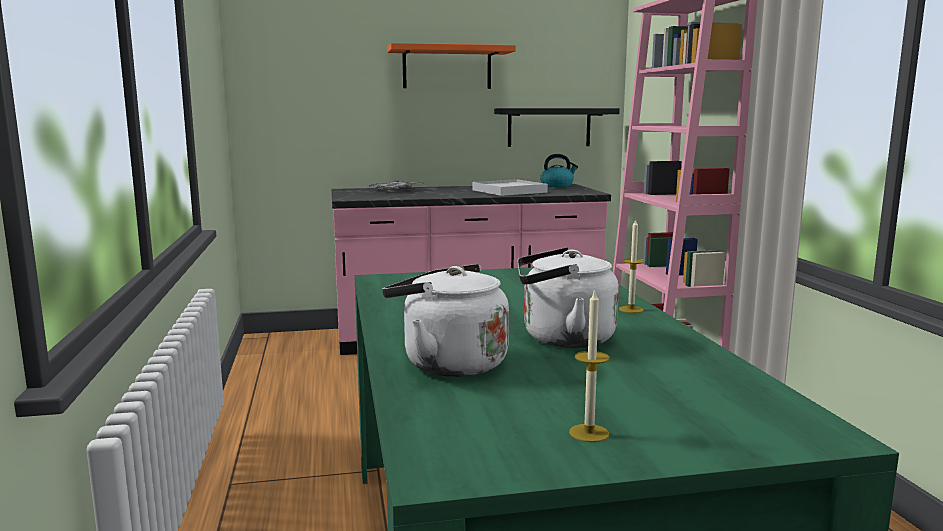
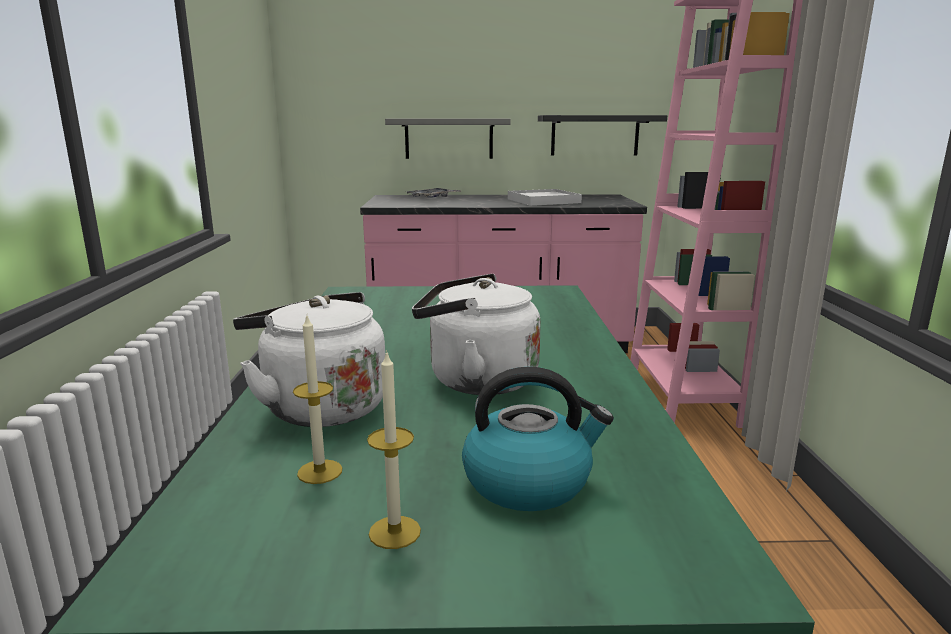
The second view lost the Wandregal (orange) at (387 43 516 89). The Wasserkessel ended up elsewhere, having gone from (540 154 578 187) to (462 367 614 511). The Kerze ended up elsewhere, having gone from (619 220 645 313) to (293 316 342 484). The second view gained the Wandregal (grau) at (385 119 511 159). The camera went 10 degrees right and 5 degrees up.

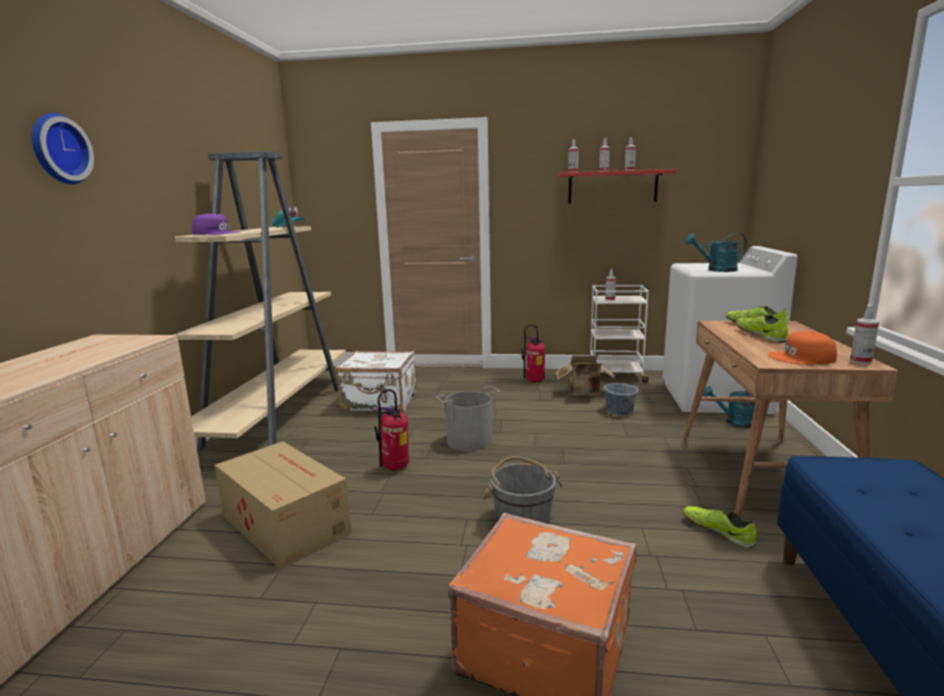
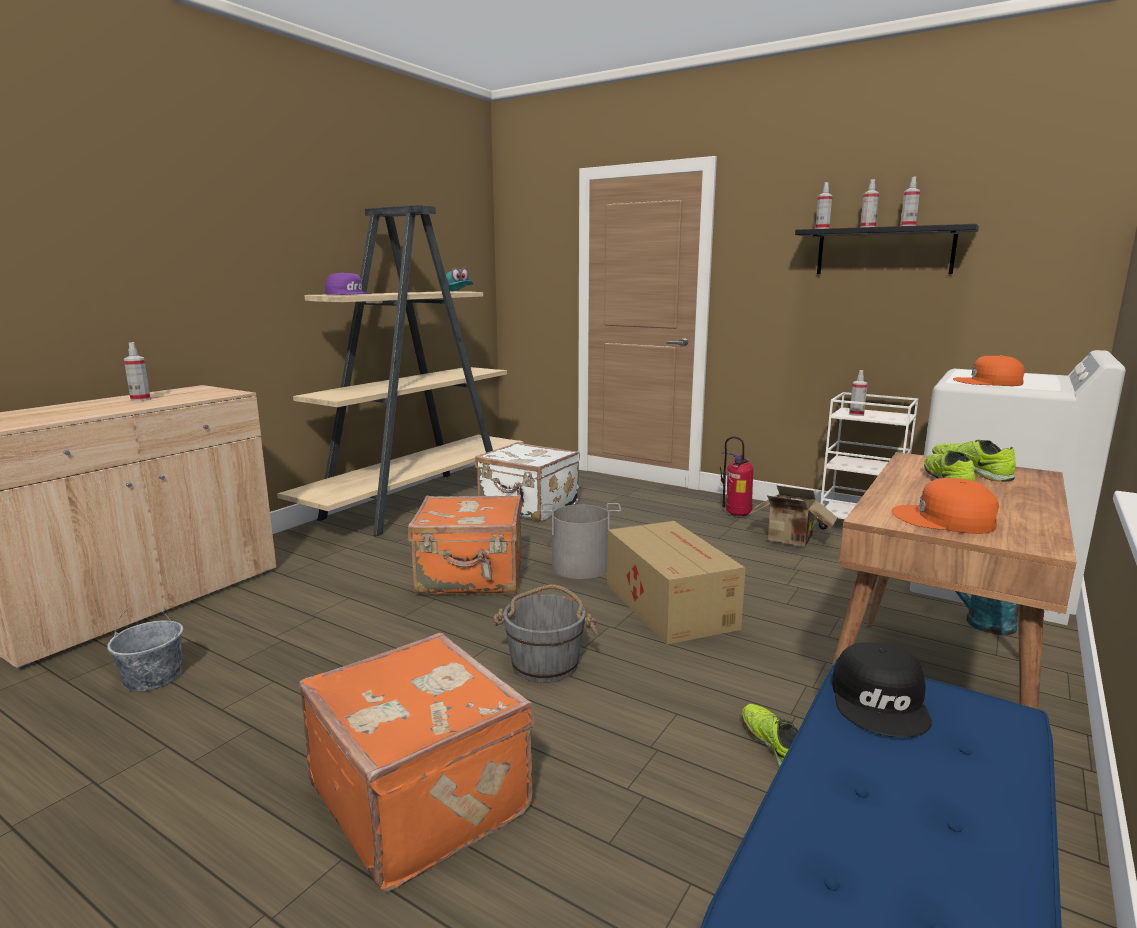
The second view lost the Wanduhr at (32 113 94 184). What was the Wandregal (rot) at (558 169 676 204) turned into the Wandregal (schwarz) at (795 224 979 274). Where the Gießkanne (türkis) stood at (685 233 747 272), the Kappe (orange) came to stand at (953 355 1025 386). The Sprühflasche ended up elsewhere, having gone from (850 304 879 364) to (124 342 151 401). The Eimer (grau) ended up elsewhere, having gone from (604 371 638 416) to (107 602 184 692). Where the Feuerlöscher stood at (371 389 409 471), the Koffer (orange) came to stand at (408 495 522 594). The Karton ended up elsewhere, having gone from (215 441 351 570) to (607 521 746 645). The second view gained the Kappe (schwarz) at (832 642 932 737). The camera went 25 degrees right and 0 degrees up.

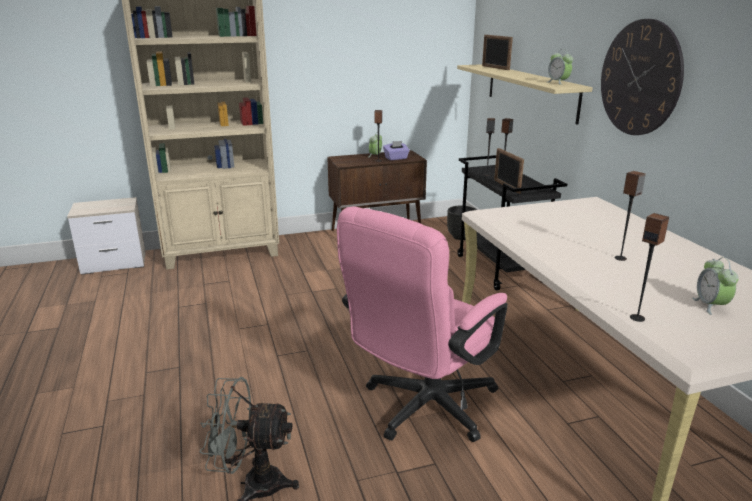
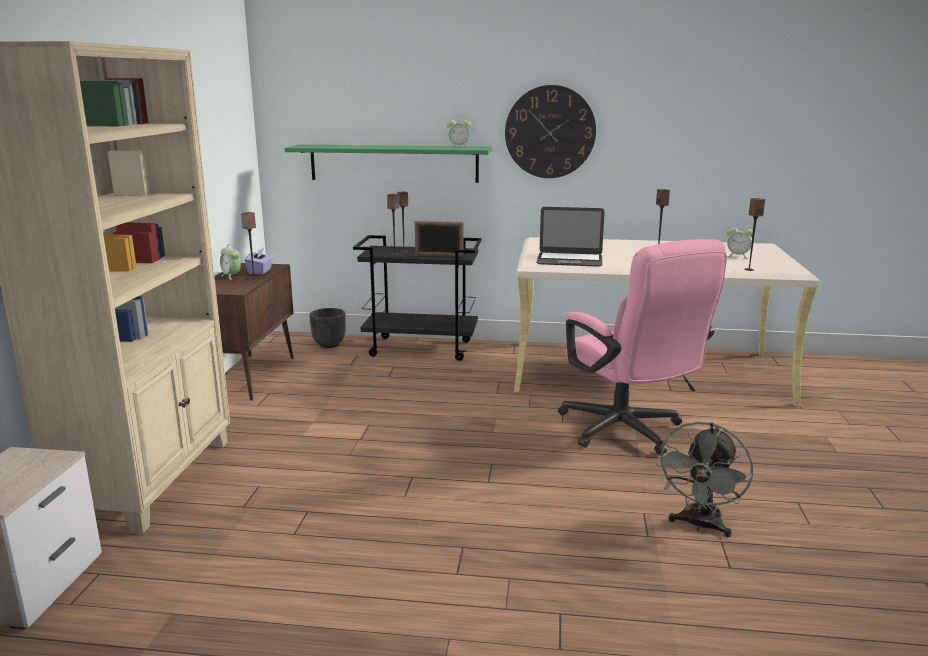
The second view lost the Bilderrahmen at (482 35 513 70). What was the Wandregal (beige) at (457 64 593 125) turned into the Wandregal (grün) at (285 145 492 183). The second view gained the Laptop at (536 207 605 267). The camera went 65 degrees left and 5 degrees down.

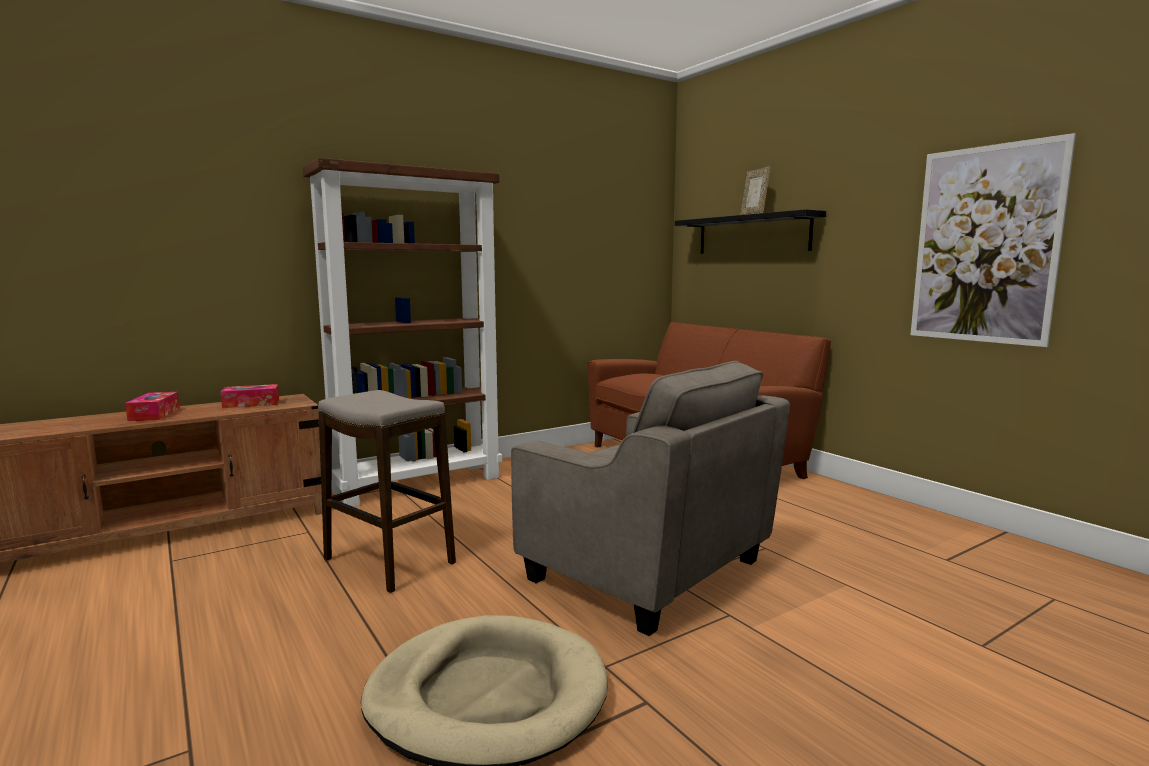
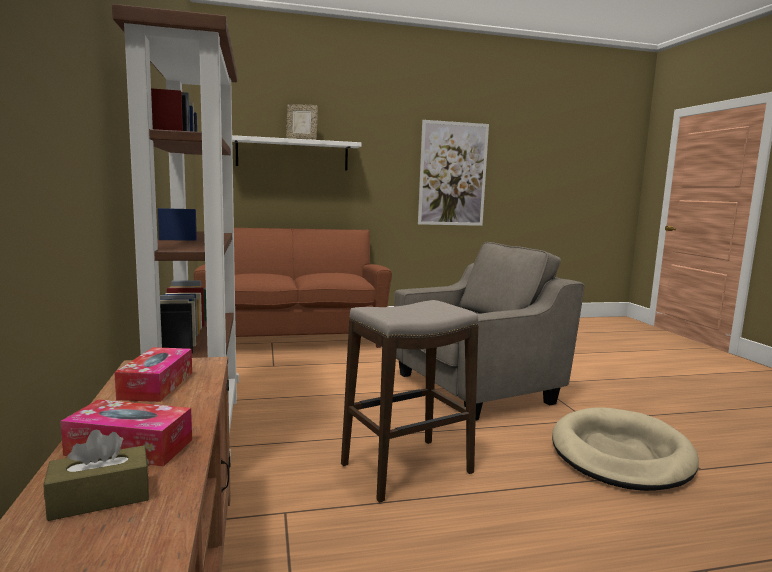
What was the Wandregal (schwarz) at (675 209 826 254) turned into the Wandregal (weiß) at (232 135 361 171). The second view gained the Taschentuchbox (braun) at (44 429 149 521). The camera went 70 degrees left and 0 degrees up.

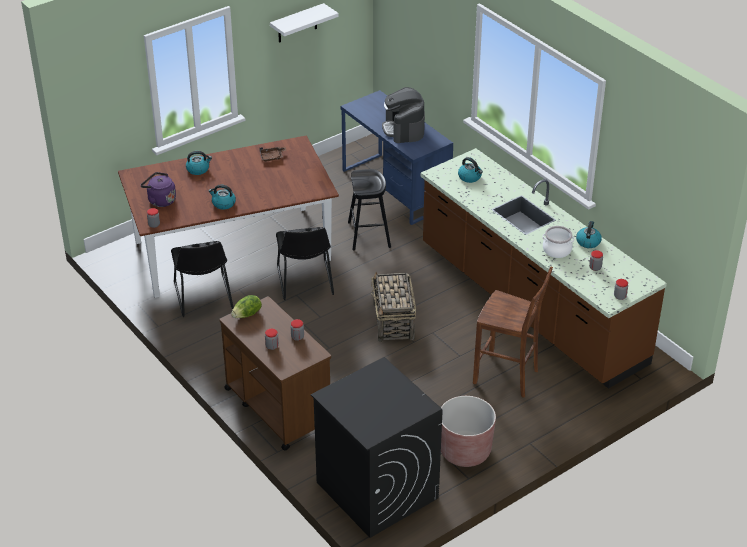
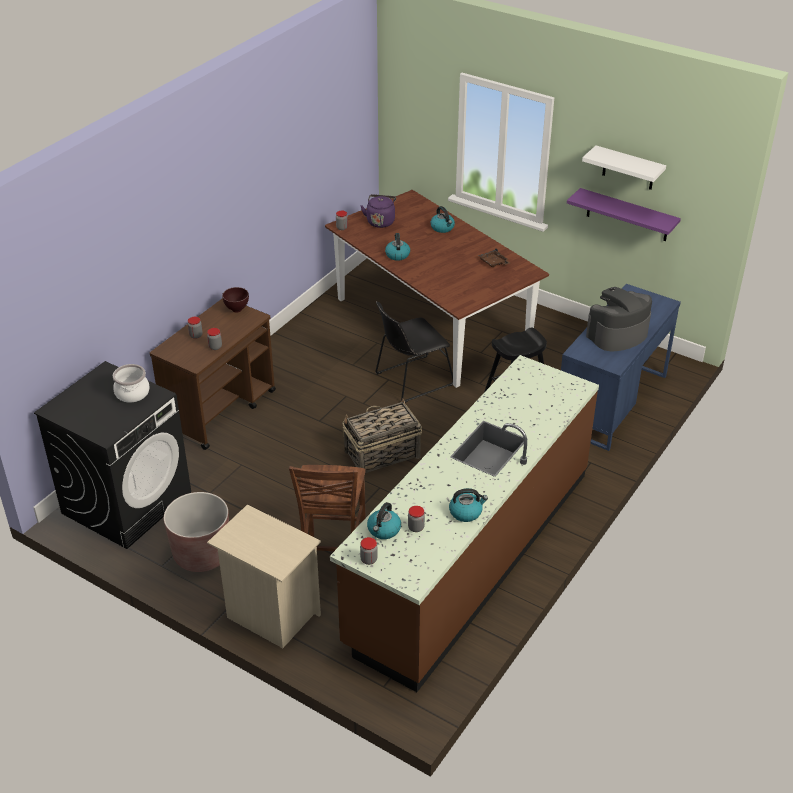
The Wasserkessel ended up elsewhere, having gone from (458 157 483 183) to (367 502 401 539). The Kochtopf ended up elsewhere, having gone from (542 226 574 258) to (113 364 150 403). The second view lost the Stuhl (schwarz) at (171 241 234 317). Where the Salatkopf stood at (231 295 262 318), the Schüssel (braun) came to stand at (222 287 249 313). The second view gained the Wandregal (lila) at (567 188 681 241). The second view gained the Nachttisch (beige) at (207 504 321 648). The camera went 70 degrees right and 0 degrees up.

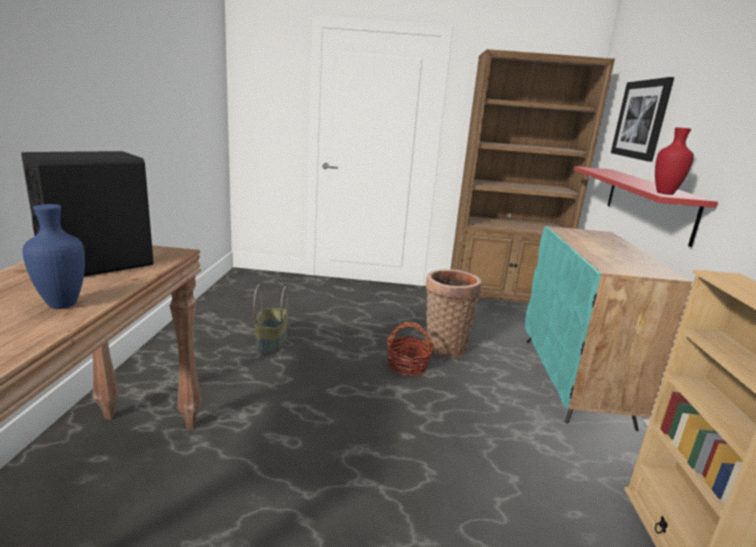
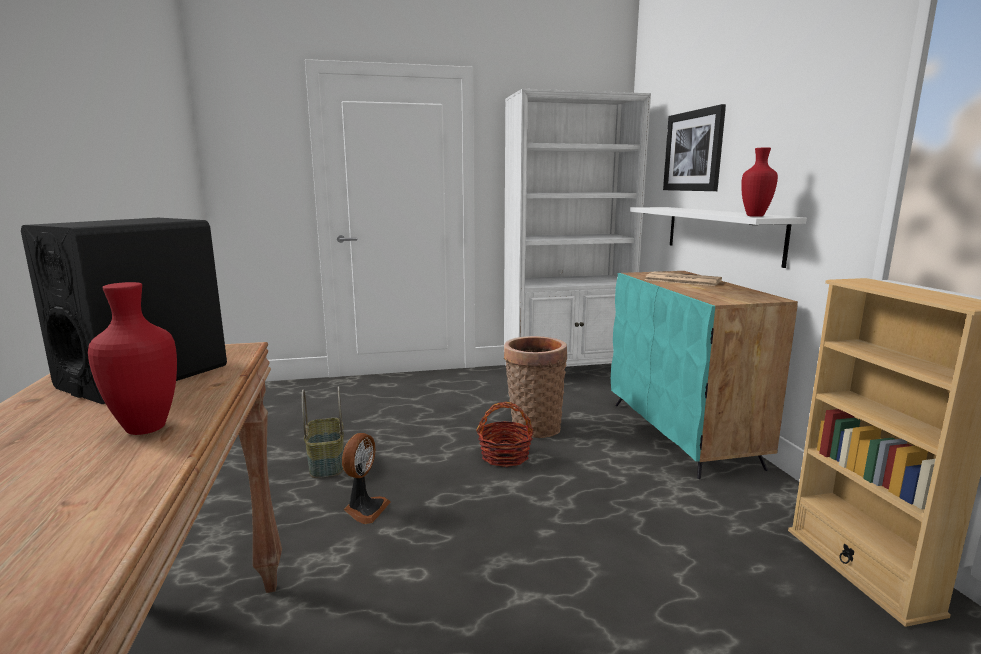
What was the Bücherregal (braun) at (451 49 615 303) turned into the Bücherregal (weiß) at (504 89 651 367). What was the Wandregal (rot) at (574 166 718 247) turned into the Wandregal (weiß) at (630 207 807 268). What was the Vase (blau) at (22 204 85 309) turned into the Vase (rot) at (88 282 177 435). The second view gained the Zeitung at (645 272 722 286). The second view gained the Ventilator at (342 433 391 524). The camera went 15 degrees left and 5 degrees down.

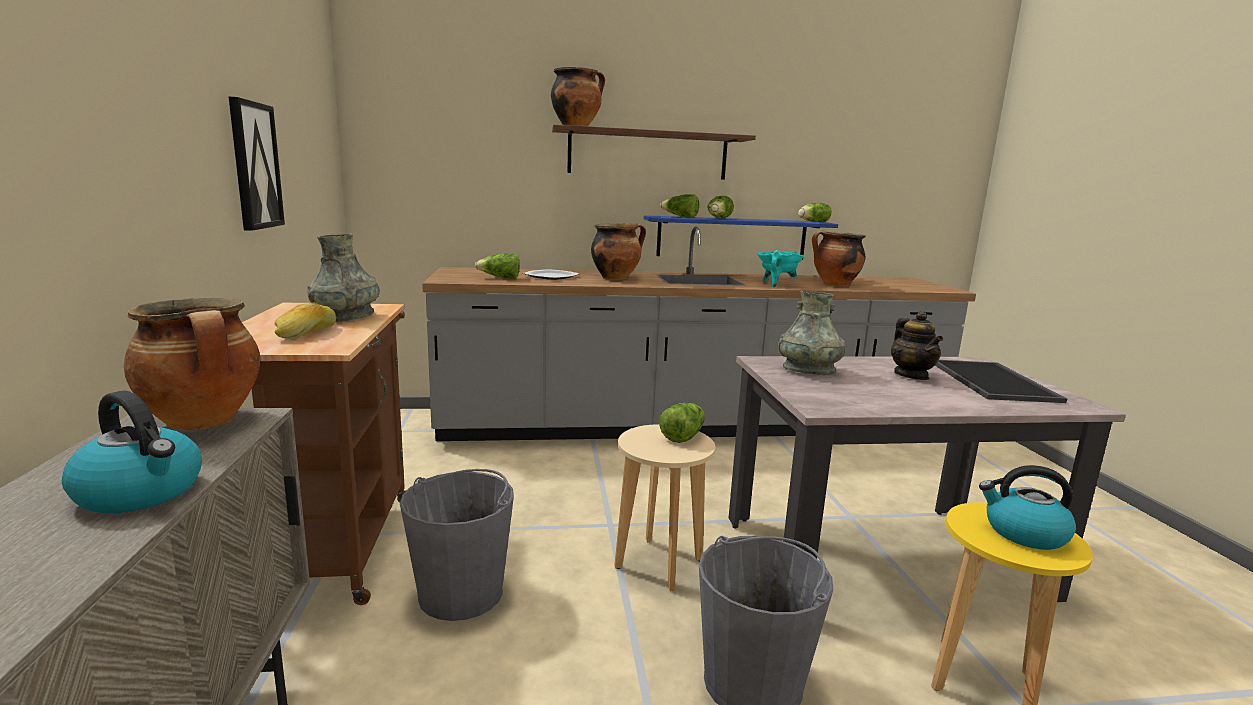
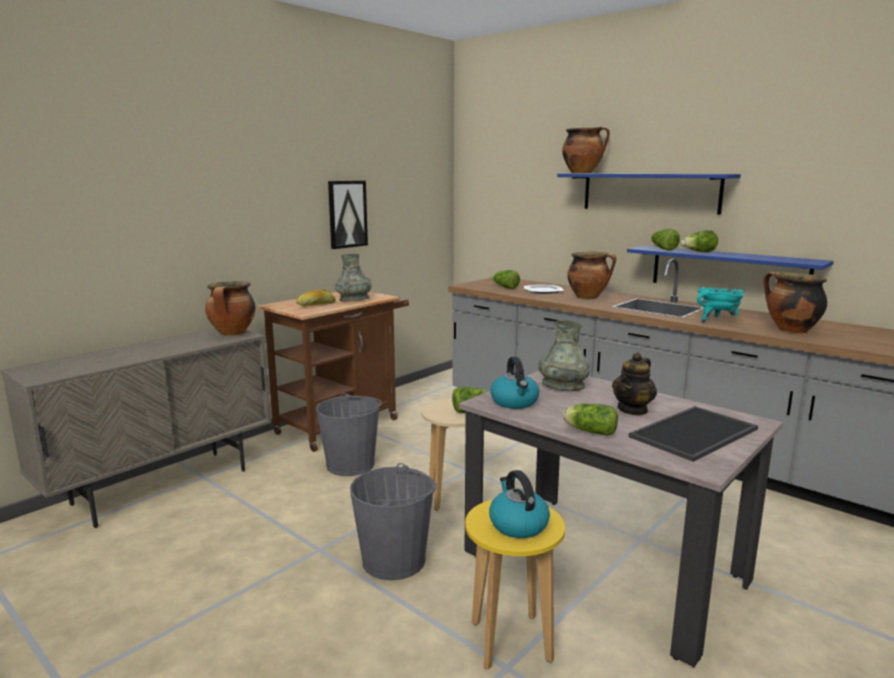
What was the Wandregal (braun) at (552 125 756 180) turned into the Wandregal (blau) at (557 174 741 215). The Salatkopf ended up elsewhere, having gone from (798 203 832 222) to (563 403 618 436). The Wasserkessel ended up elsewhere, having gone from (62 391 202 513) to (490 357 539 409). The camera went 50 degrees right and 0 degrees up.

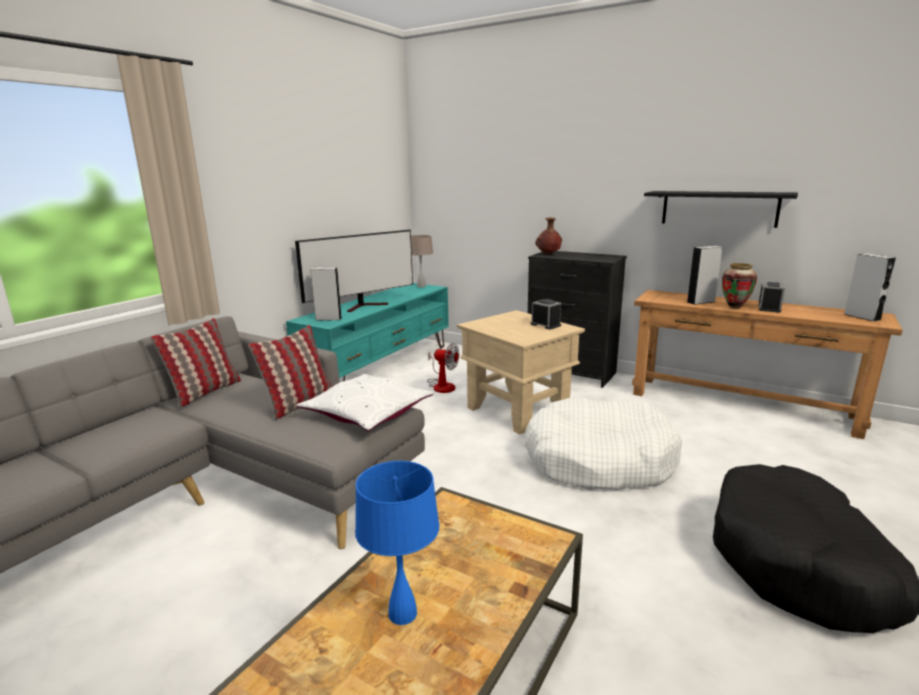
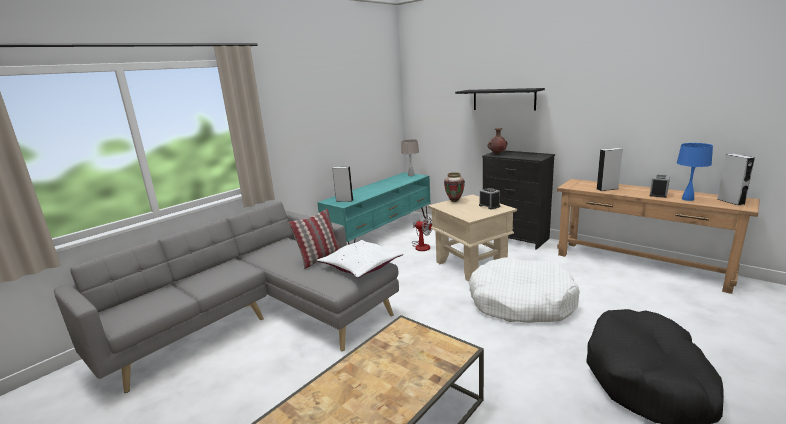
The Wandregal (schwarz) ended up elsewhere, having gone from (644 191 798 228) to (455 88 545 110). The second view lost the Fernseher at (295 230 413 312). The Vase ended up elsewhere, having gone from (722 263 757 308) to (444 172 465 202). The second view lost the Kissen at (150 318 241 408). The Tischlampe (blau) ended up elsewhere, having gone from (355 461 439 625) to (677 143 713 201). The camera went 10 degrees right and 0 degrees up.

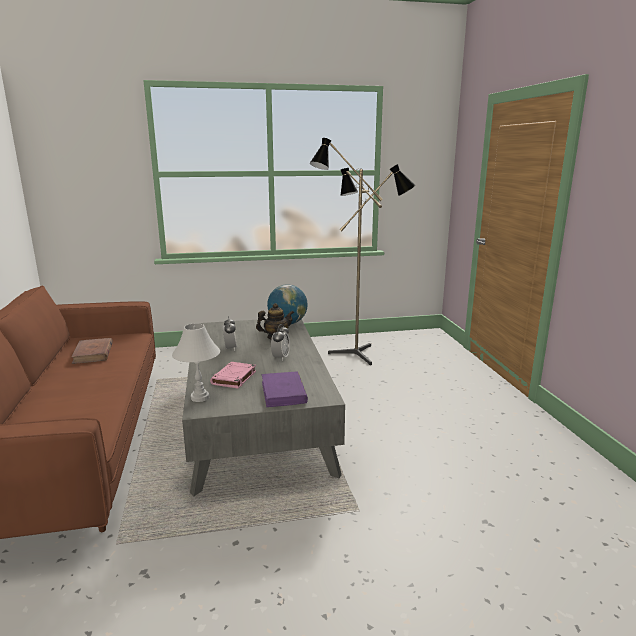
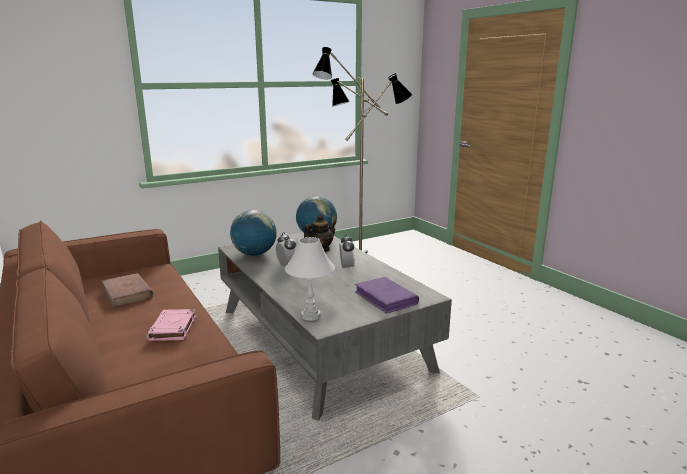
The Buch (rosa) ended up elsewhere, having gone from (210 362 256 389) to (146 309 196 341). The second view gained the Globus at (230 210 277 256). The camera went 20 degrees left and 0 degrees up.

